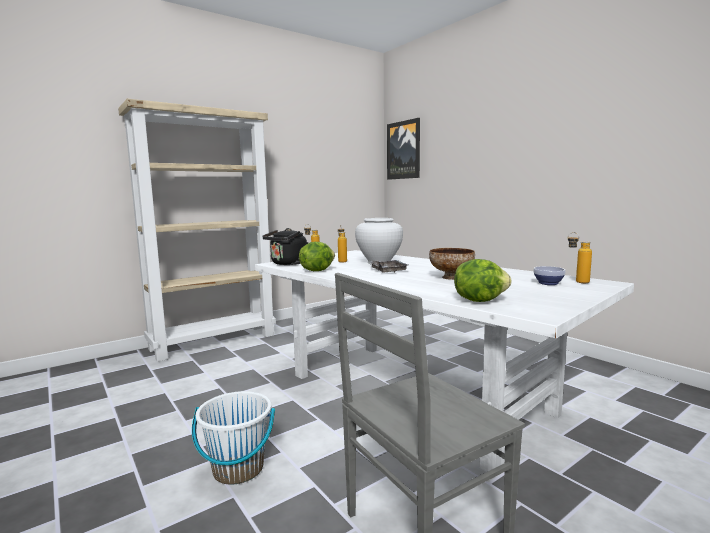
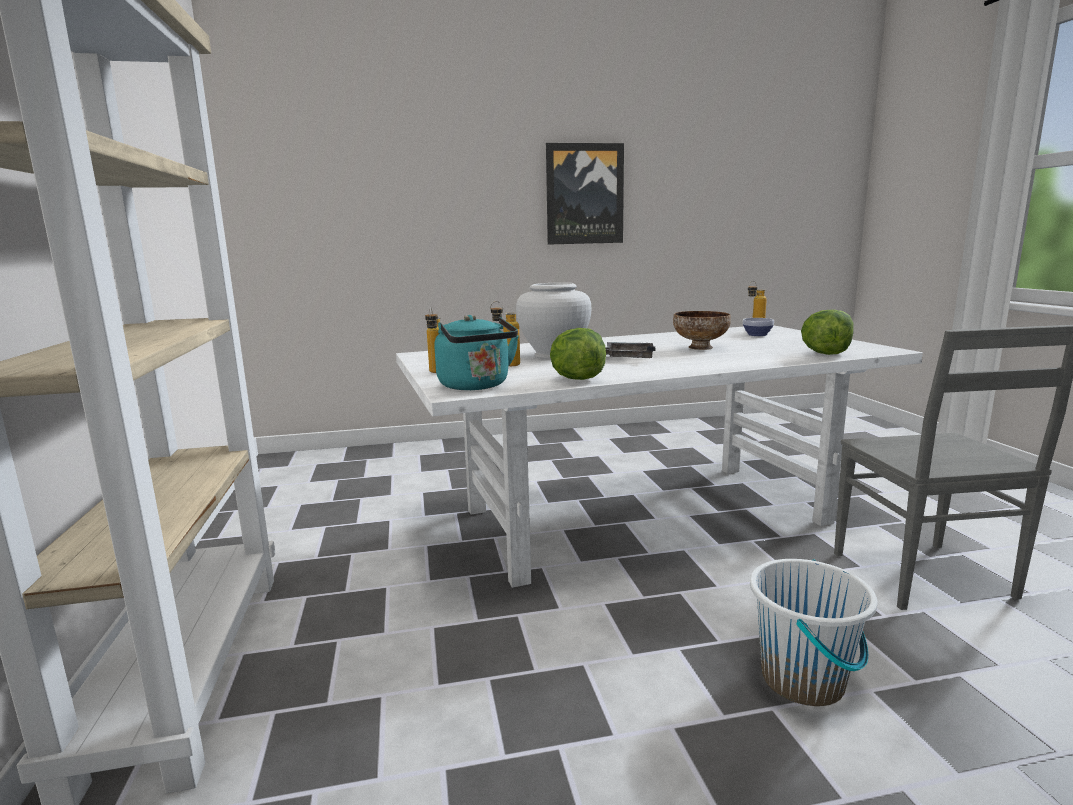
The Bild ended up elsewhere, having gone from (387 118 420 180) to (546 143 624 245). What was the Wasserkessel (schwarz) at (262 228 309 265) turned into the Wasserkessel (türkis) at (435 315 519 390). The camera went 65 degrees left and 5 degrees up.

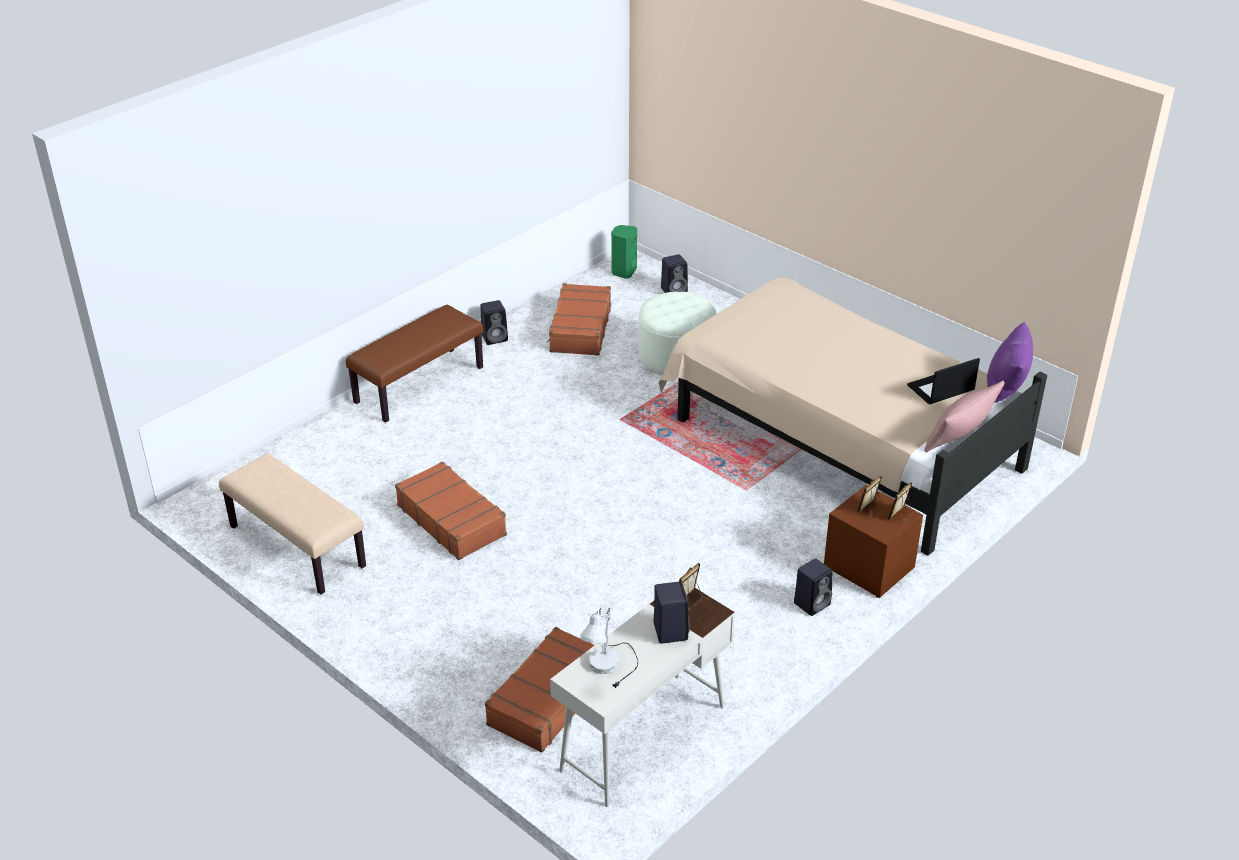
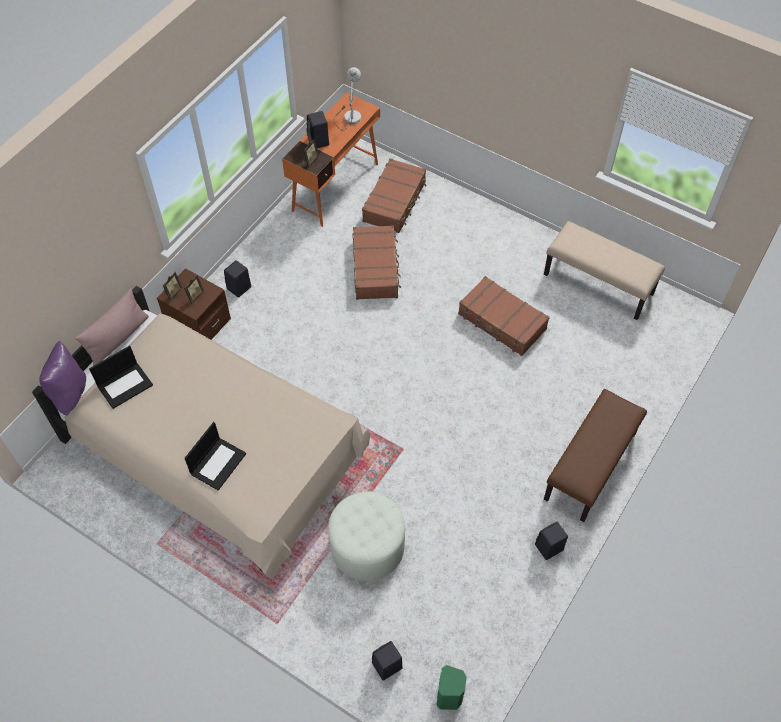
The Koffer (braun) ended up elsewhere, having gone from (547 283 611 356) to (353 225 401 300). What was the Schreibtisch (weiß) at (550 588 735 807) turned into the Schreibtisch (orange) at (282 92 380 227). The second view gained the Laptop at (185 422 246 490). The camera went 170 degrees right and 20 degrees up.

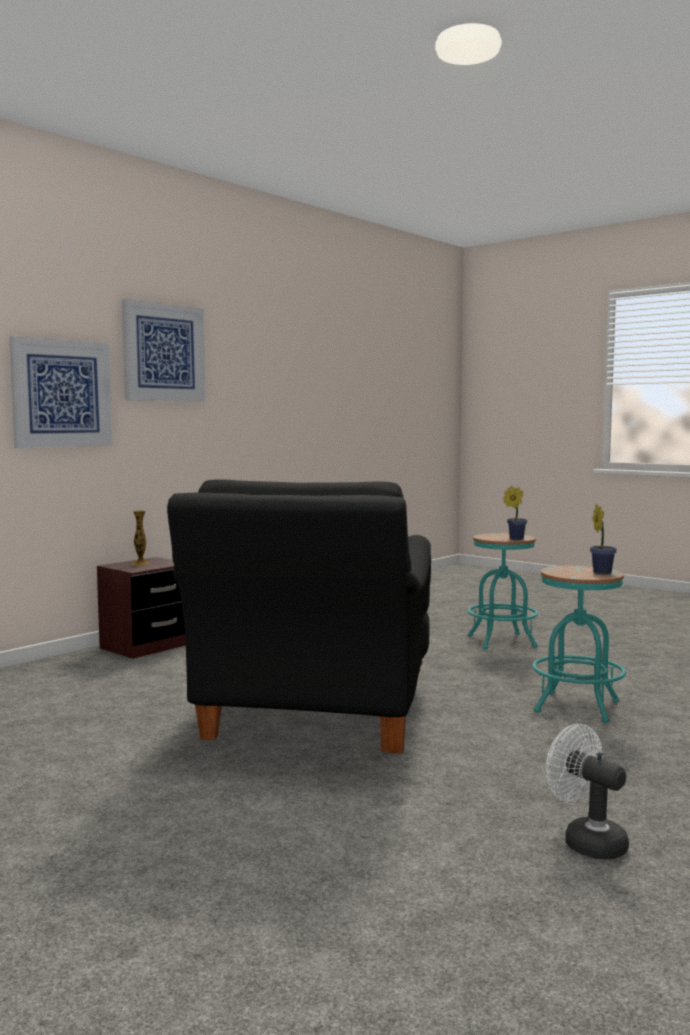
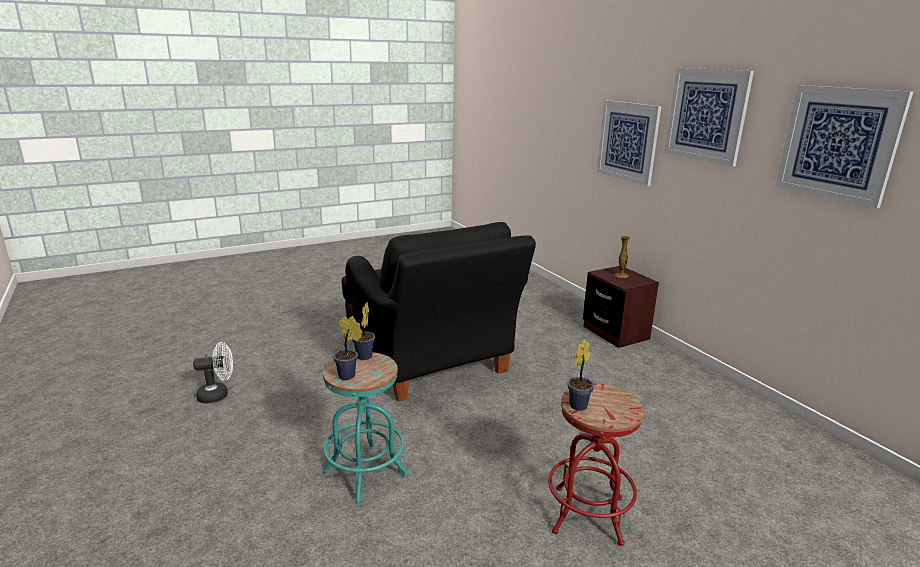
The Sessel (schwarz) at (167 479 431 753) ended up facing another way, 150 degrees counterclockwise from before. What was the Hocker (türkis) at (468 533 538 650) turned into the Hocker (rot) at (548 383 644 546). The second view gained the Bild at (776 85 913 208). The second view gained the Topfpflanze at (352 302 375 360). The camera went 110 degrees right and 15 degrees up.

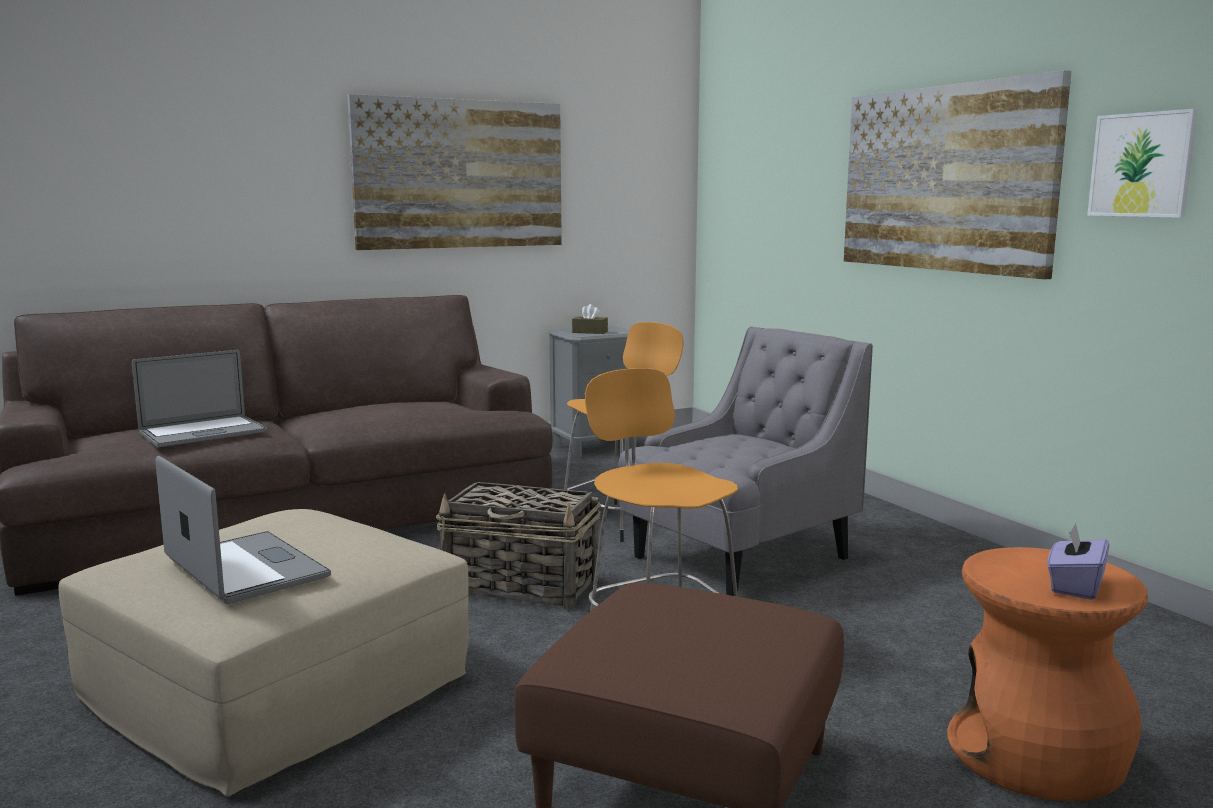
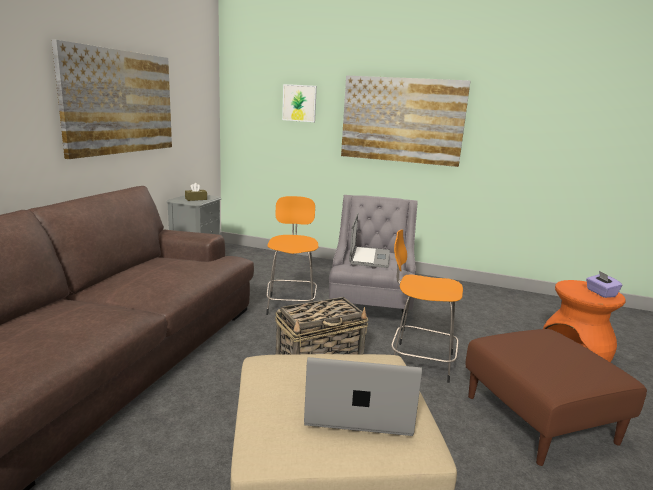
The Bild ended up elsewhere, having gone from (1087 109 1198 218) to (282 84 317 122). The Laptop ended up elsewhere, having gone from (132 350 267 447) to (349 213 390 268). The camera went 45 degrees left and 5 degrees up.

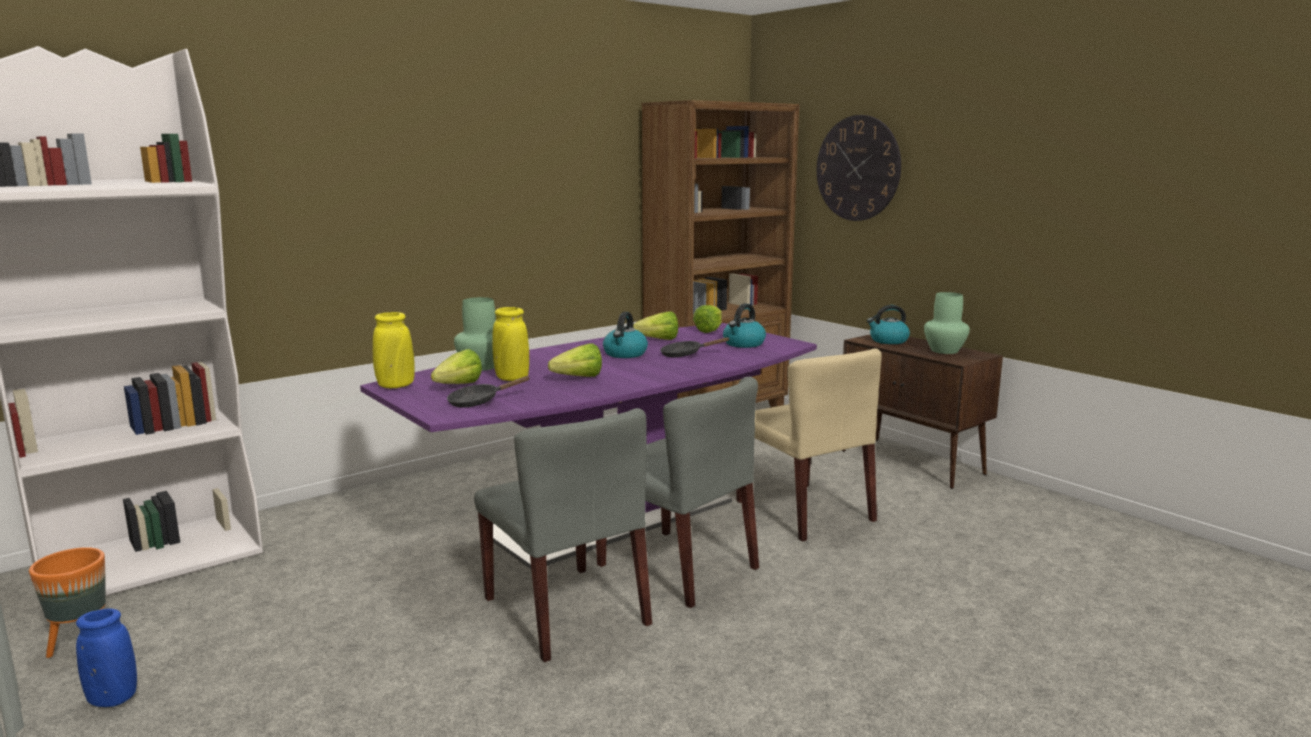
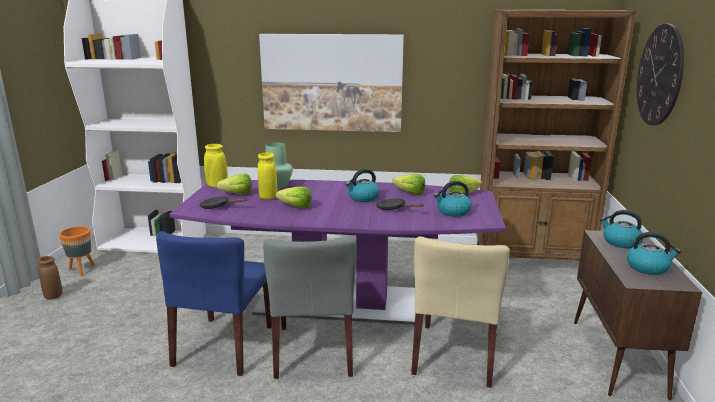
Where the Vase (grün) stood at (924 292 970 354), the Wasserkessel came to stand at (627 232 681 275). What was the Stuhl (grau) at (474 408 652 662) turned into the Stuhl (blau) at (156 231 272 376). What was the Vase (blau) at (76 609 137 707) turned into the Vase (braun) at (37 256 62 300). The second view gained the Bild at (259 34 404 132). The camera went 45 degrees right and 5 degrees up.

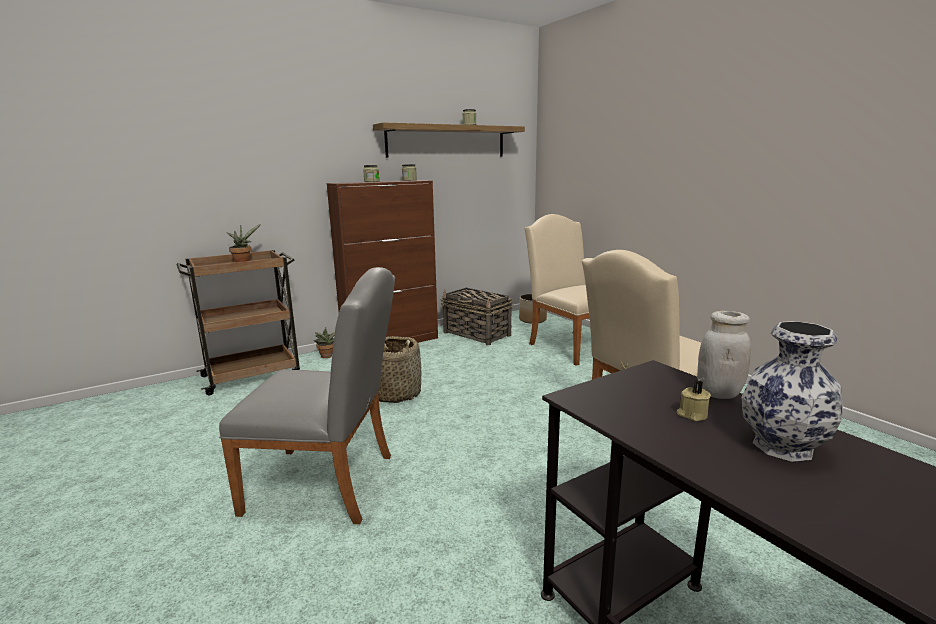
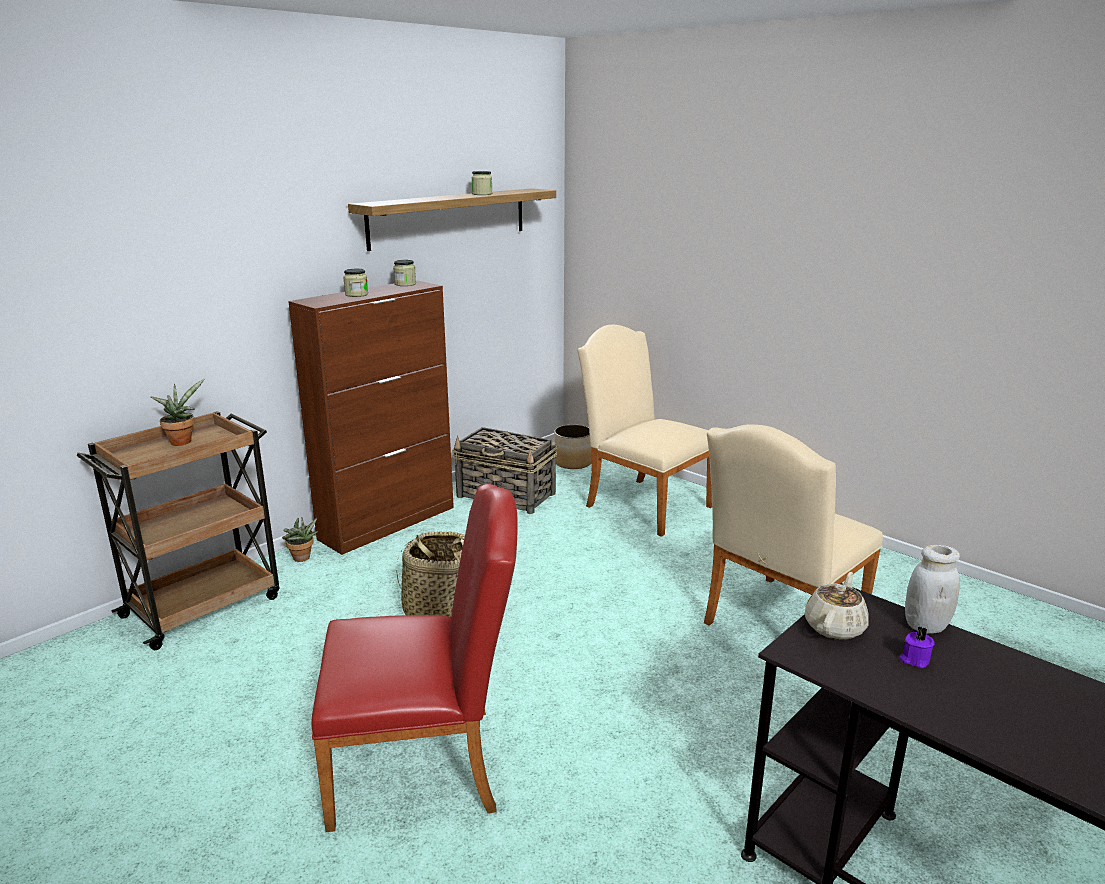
What was the Stuhl (grau) at (219 267 395 524) turned into the Stuhl (rot) at (311 484 518 832). The second view lost the Vase at (741 321 843 462). What was the Kerze (beige) at (677 380 711 421) turned into the Kerze (lila) at (899 626 935 668). The second view gained the Teekanne (beige) at (805 572 869 640). The camera went 15 degrees left and 5 degrees up.

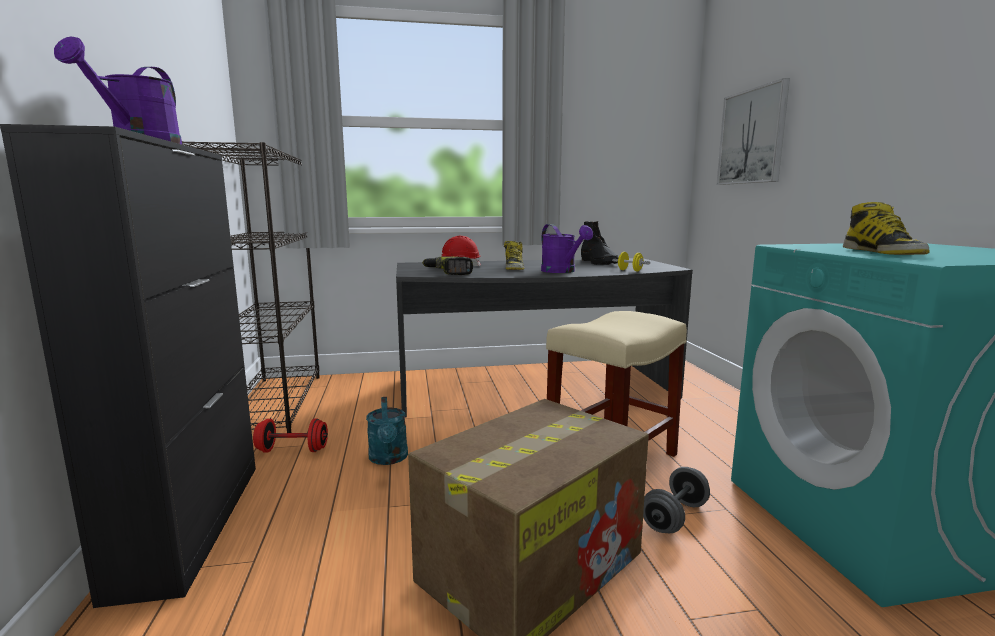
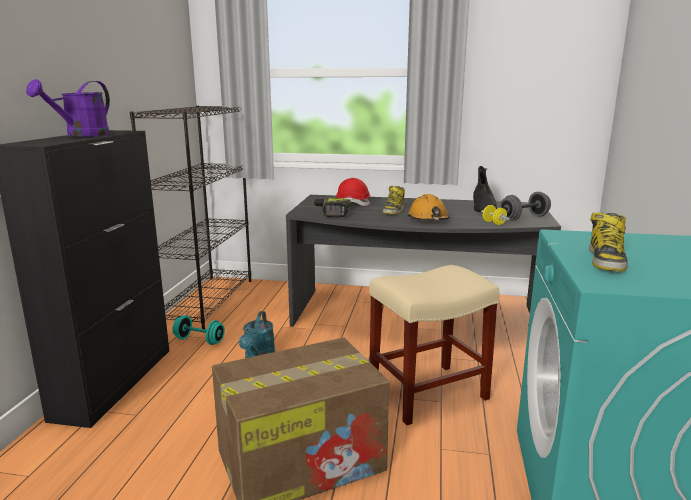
The second view lost the Bild at (717 78 790 185). Where the Gießkanne (lila) stood at (541 224 593 273), the Schutzhelm (orange) came to stand at (408 194 449 220). What was the Hantel (rot) at (253 418 328 453) turned into the Hantel (türkis) at (173 315 225 345). The Hantel (grau) ended up elsewhere, having gone from (643 467 710 533) to (499 192 551 221). The camera went 20 degrees right and 5 degrees up.

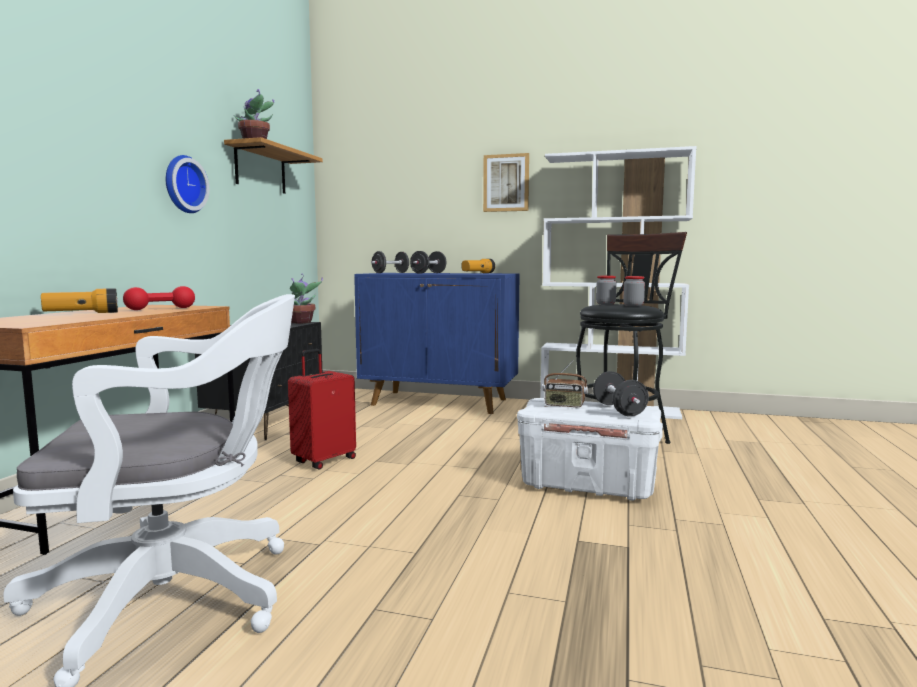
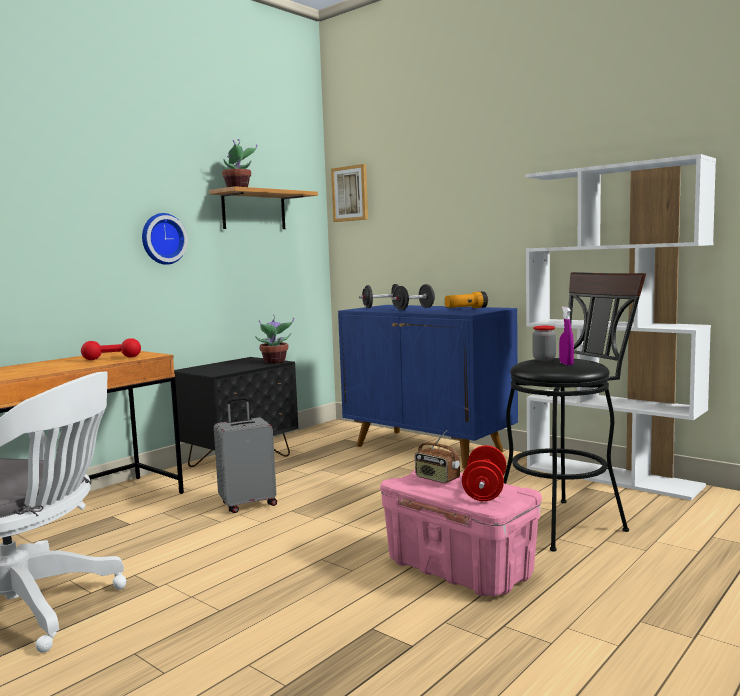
The Bild ended up elsewhere, having gone from (483 153 529 212) to (331 164 368 222). Where the Vorratsglas stood at (623 276 645 306), the Sprühflasche (lila) came to stand at (559 307 574 365). The second view lost the Taschenlampe at (41 288 118 313). What was the Koffer (rot) at (288 349 356 470) turned into the Koffer (grau) at (214 397 277 513). What was the Hantel (schwarz) at (593 371 649 417) turned into the Hantel (rot) at (462 445 506 501). What was the Aufbewahrungsbox (weiß) at (517 398 663 501) turned into the Aufbewahrungsbox (rosa) at (380 470 542 596). The camera went 25 degrees right and 0 degrees up.

